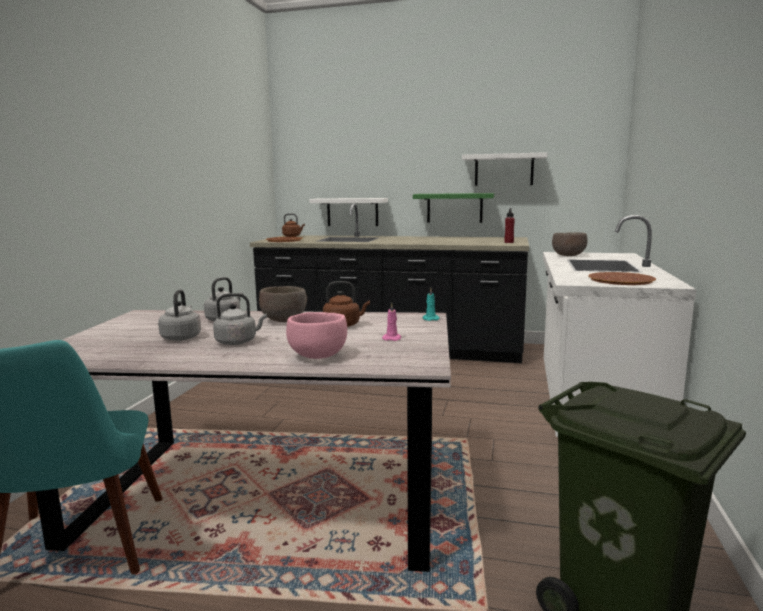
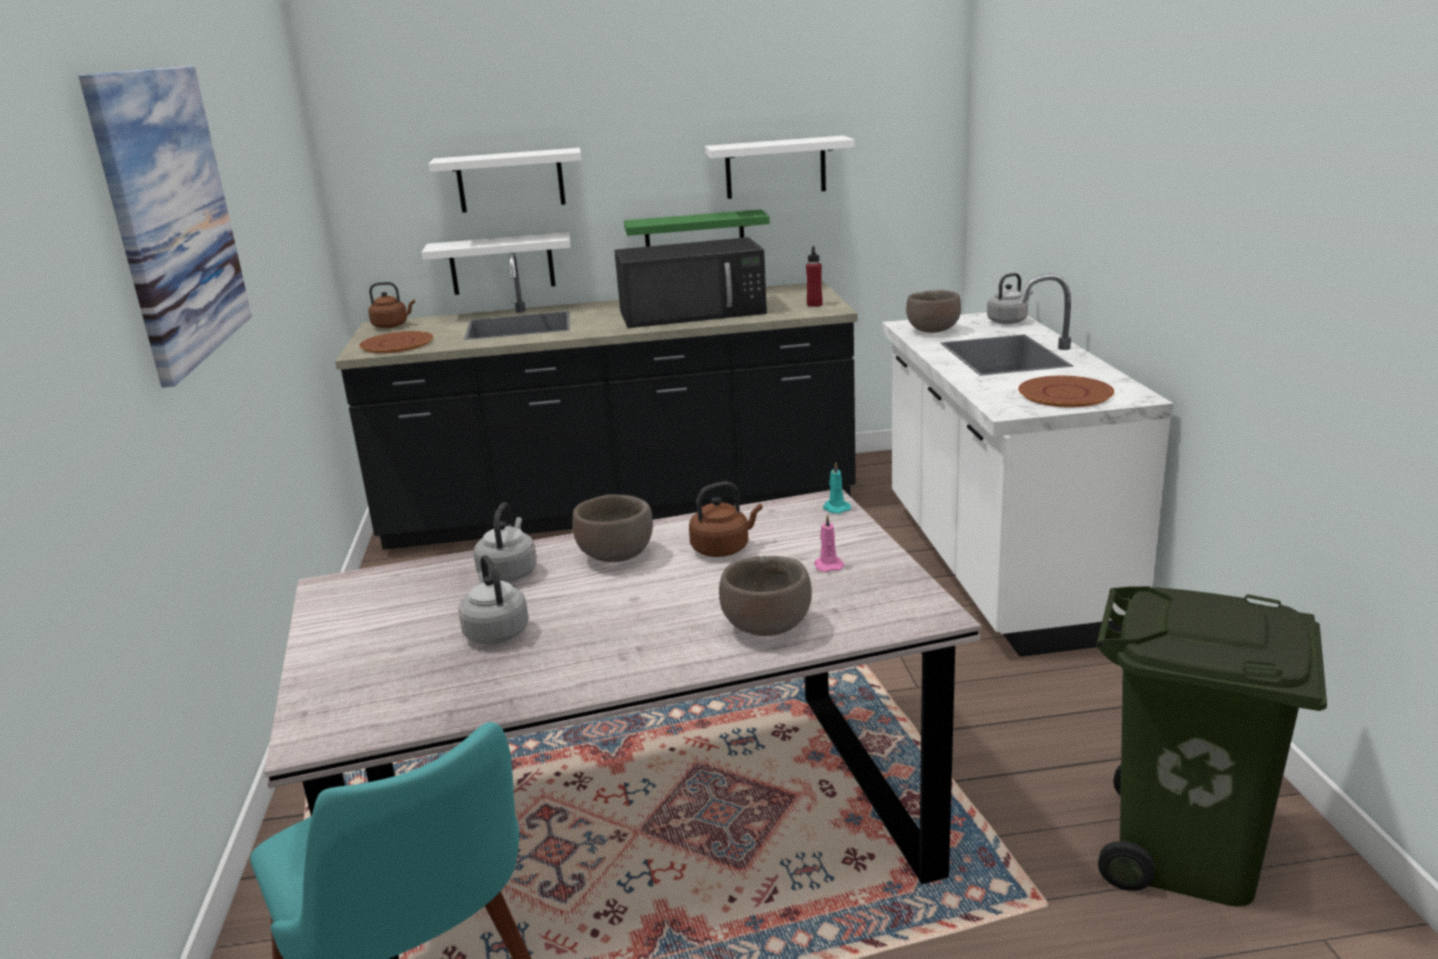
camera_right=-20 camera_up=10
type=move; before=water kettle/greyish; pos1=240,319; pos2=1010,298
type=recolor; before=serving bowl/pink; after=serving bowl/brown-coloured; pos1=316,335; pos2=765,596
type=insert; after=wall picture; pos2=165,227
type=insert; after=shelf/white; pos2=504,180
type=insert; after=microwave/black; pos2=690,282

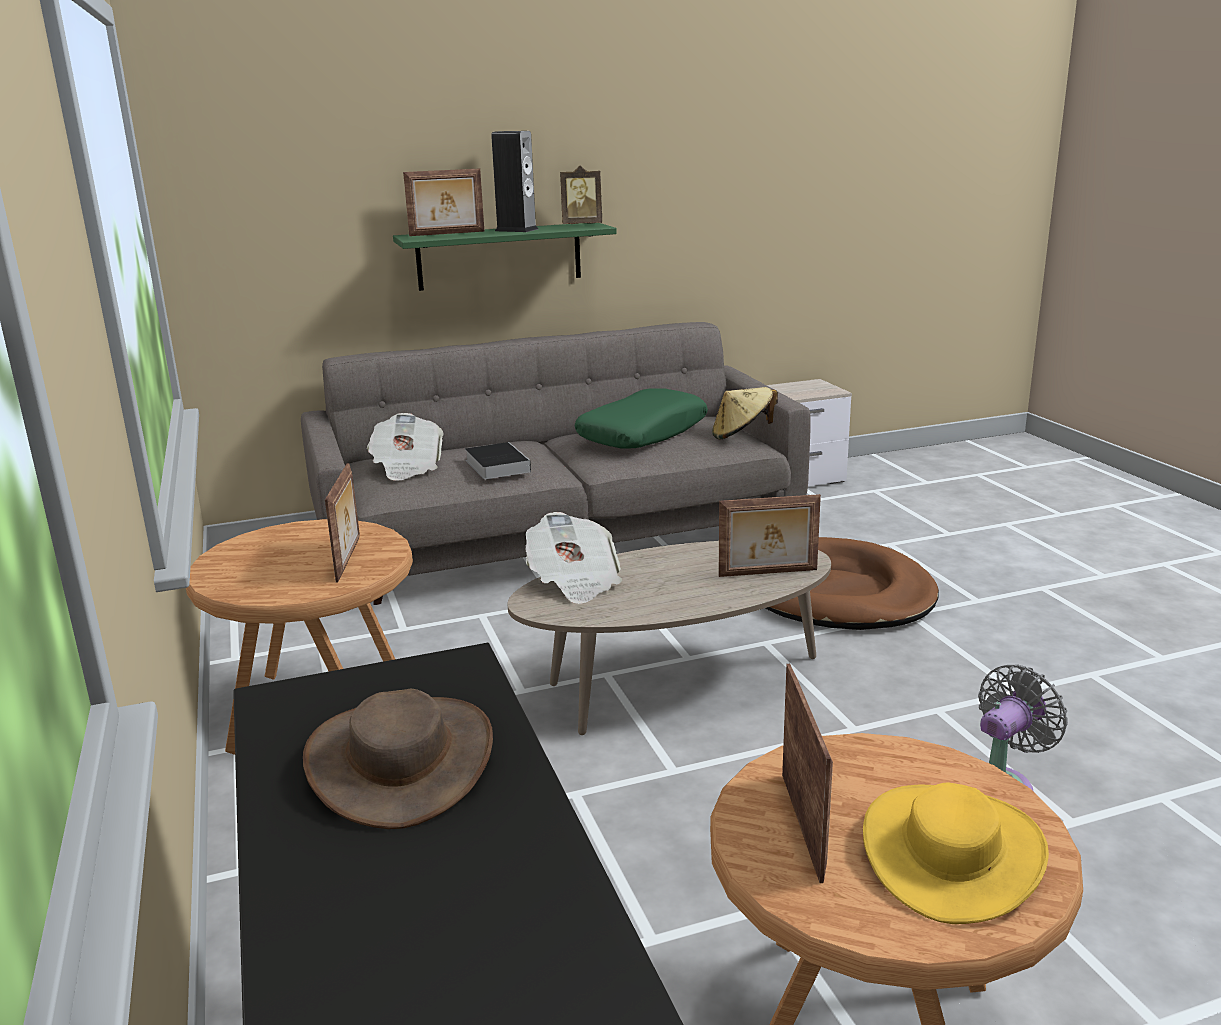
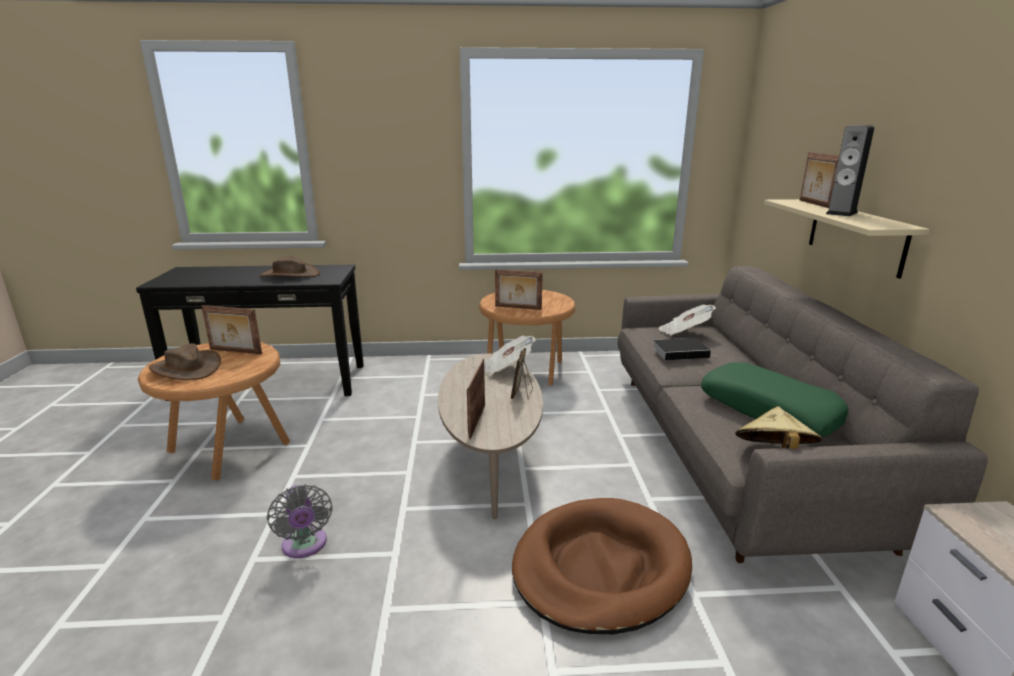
camera_right=105 camera_up=0
type=move; before=standing frame; pos1=581,195; pos2=522,374
type=recolor; before=shelf/green-coloured; after=shelf/sand-coloured; pos1=505,257; pos2=847,239
type=recolor; before=wearable hat/yellow-coloured; after=wearable hat/brown-coloured; pos1=956,853; pos2=185,361

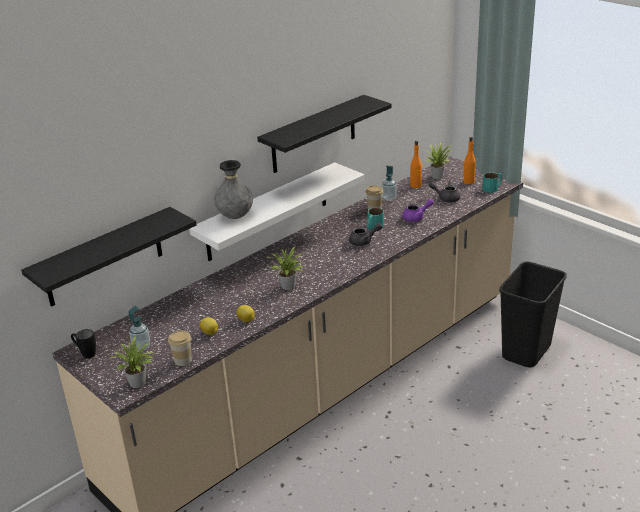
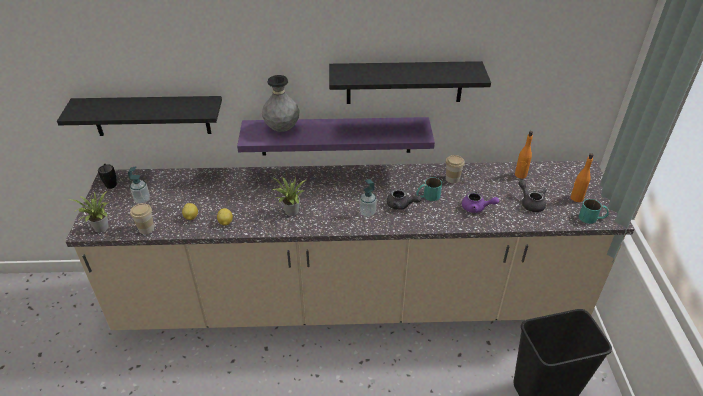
camera_right=40 camera_up=10
type=delete; before=houseplant; pos1=438,160
type=recolor; before=shelf/white; after=shelf/purplish; pos1=277,211; pos2=336,136
type=move; before=liquid soap bottle; pos1=389,183; pos2=368,198

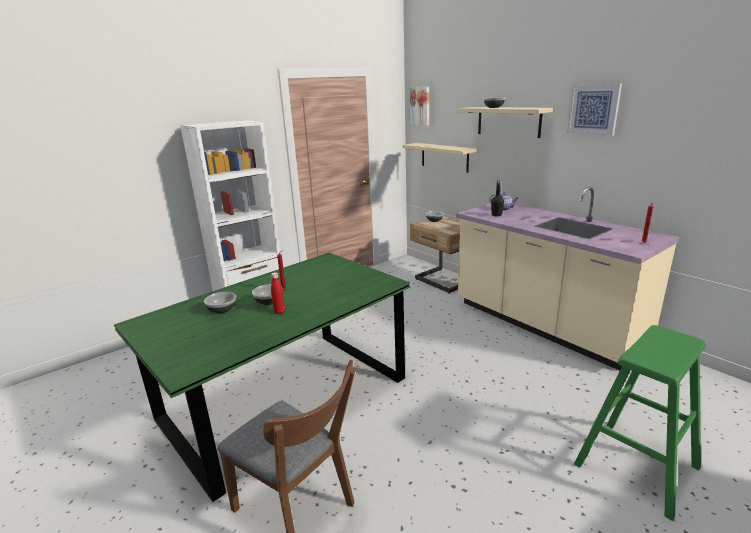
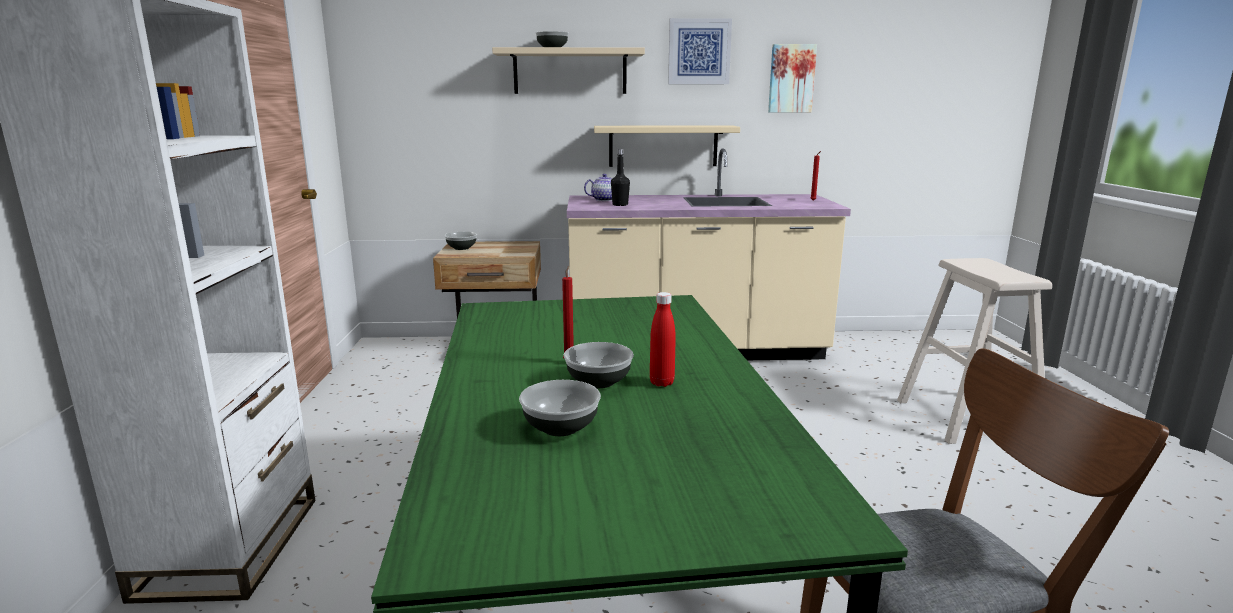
camera_right=-55 camera_up=-5
type=move; before=wall picture; pos1=419,106; pos2=792,78
type=move; before=shelf/sand-coloured; pos1=439,158; pos2=667,146
type=recolor; before=sitting stool/green-coloured; after=sitting stool/sand-coloured; pos1=640,423; pos2=974,351

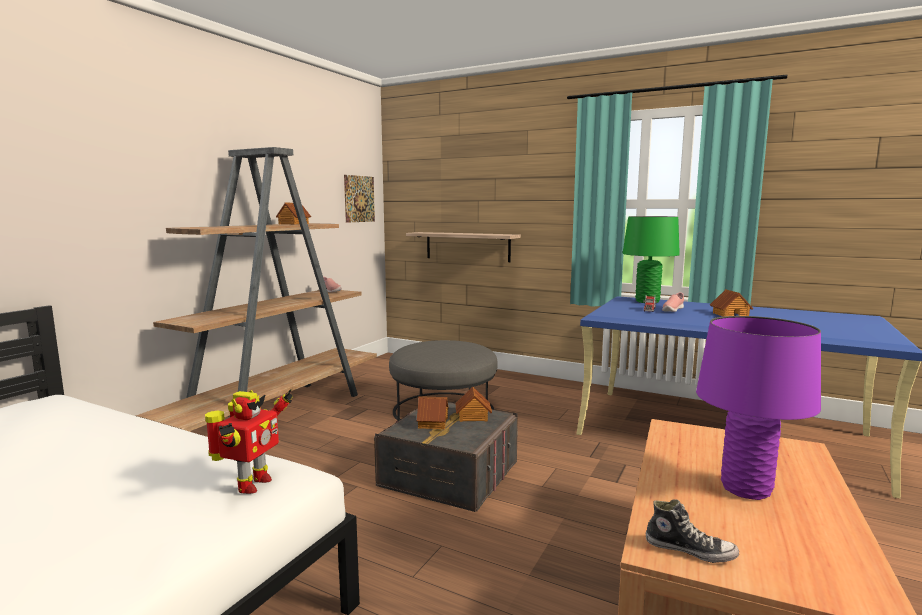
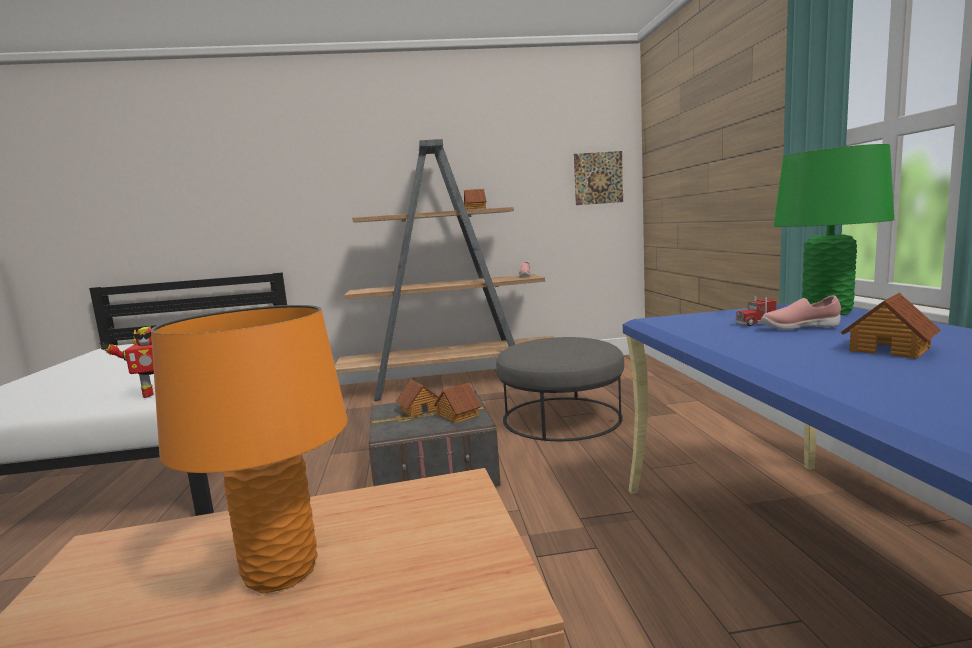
camera_right=55 camera_up=0
type=delete; before=shelf; pos1=463,247
type=recolor; before=lamp for a table/purplish; after=lamp for a table/orangey; pos1=758,408; pos2=249,449
type=delete; before=shoe; pos1=692,531

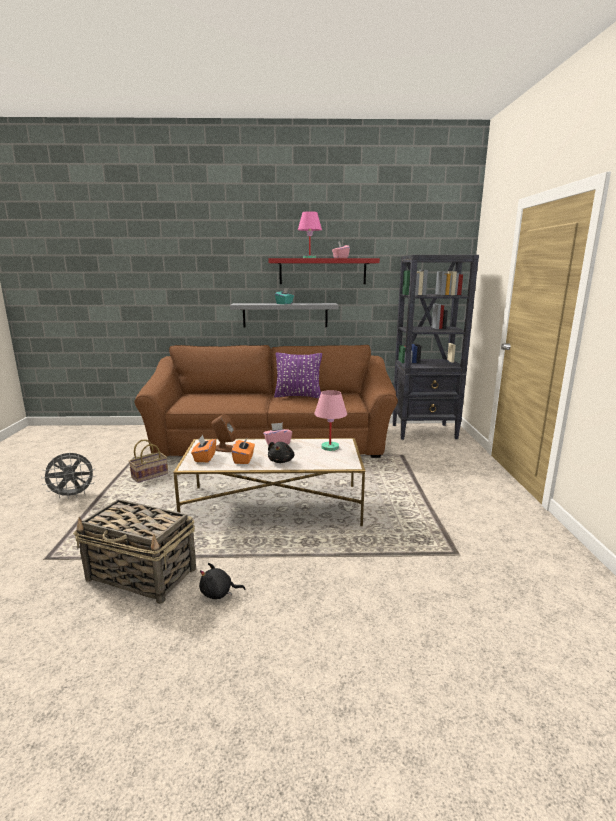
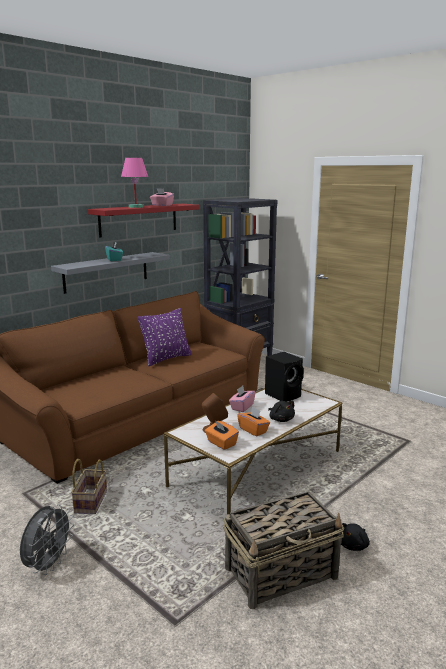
camera_right=-45 camera_up=0
type=replace; before=lamp for a table/pink; after=speaker/black; pos1=330,420; pos2=284,377

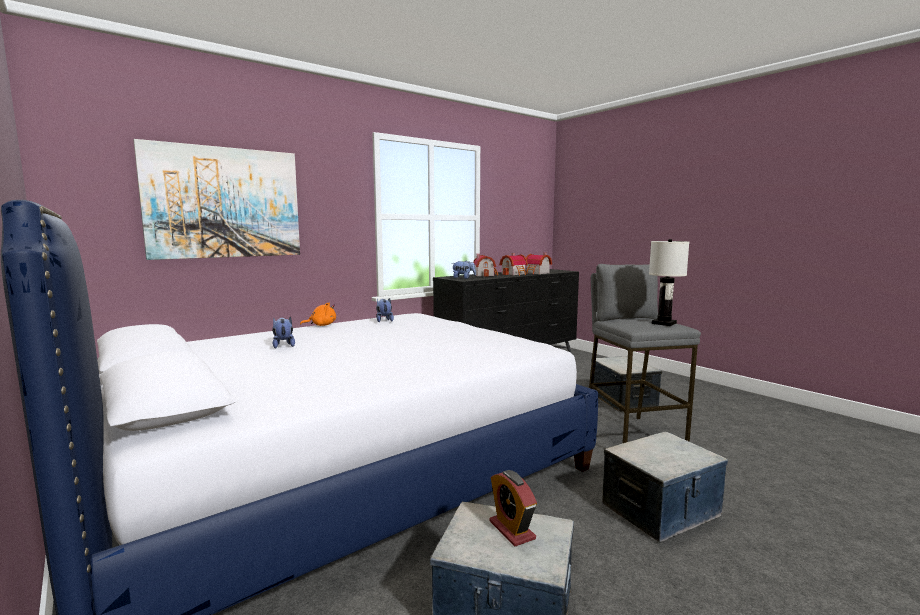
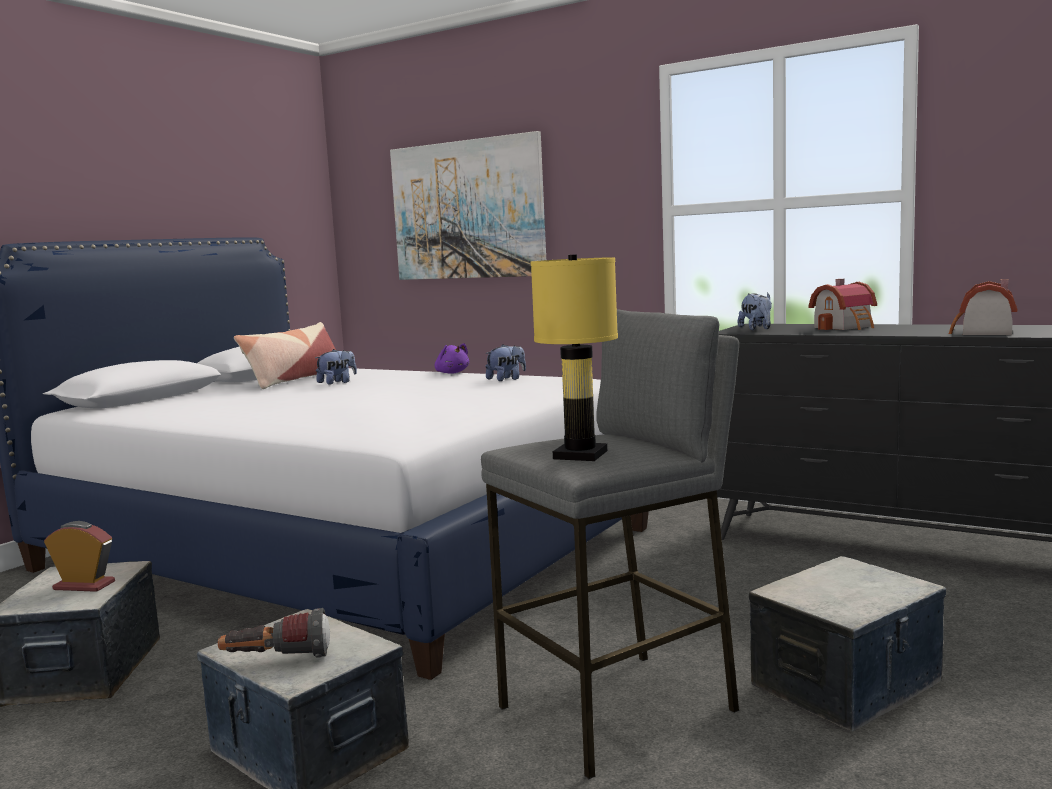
camera_right=70 camera_up=0
type=recolor; before=lamp for a table/white; after=lamp for a table/yellow-coloured; pos1=669,282; pos2=574,357
type=delete; before=toy house; pos1=513,264
type=recolor; before=cuddly toy/orangey; after=cuddly toy/purplish; pos1=318,314; pos2=452,358
type=rotate; before=bedside clock; pos1=513,508; pos2=79,556; turn=60
type=insert; after=pillow; pos2=285,355
type=insert; after=torch; pos2=274,633

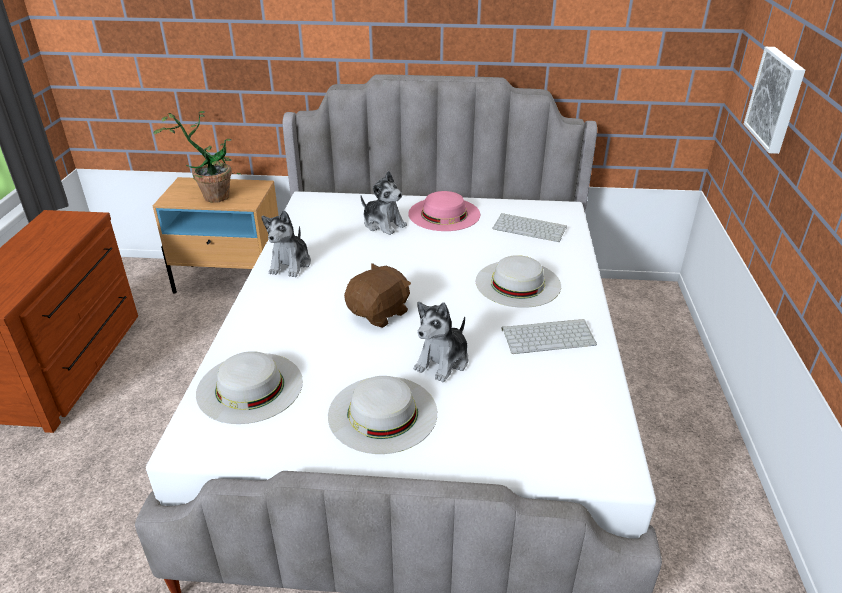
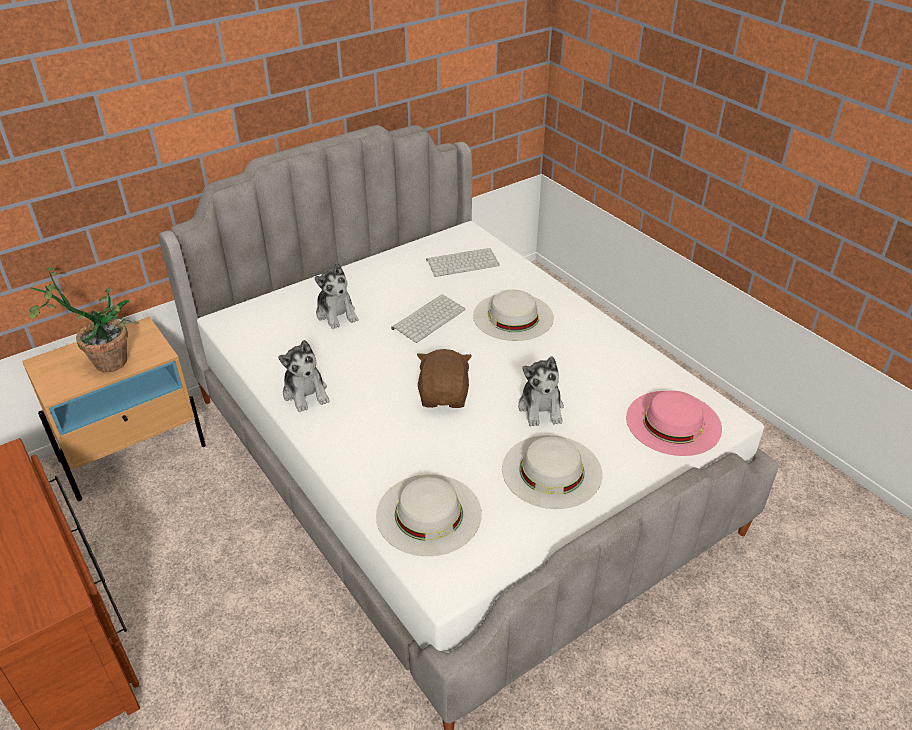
camera_right=-40 camera_up=5
type=delete; before=wall picture; pos1=774,100
type=rotate; before=cuddly toy; pos1=383,203; pos2=336,296; turn=60
type=move; before=wearable hat/pink; pos1=444,211; pos2=674,423
type=move; before=computer keyboard; pos1=549,336; pos2=428,318

